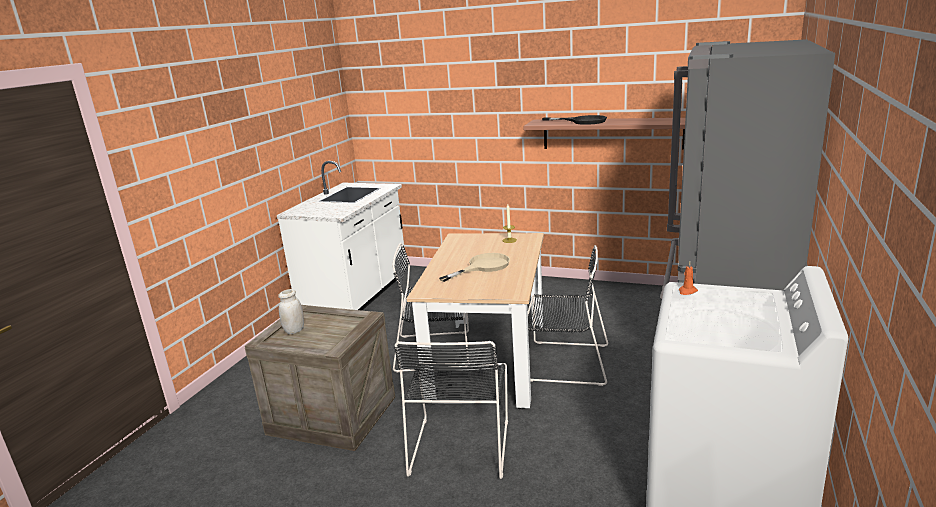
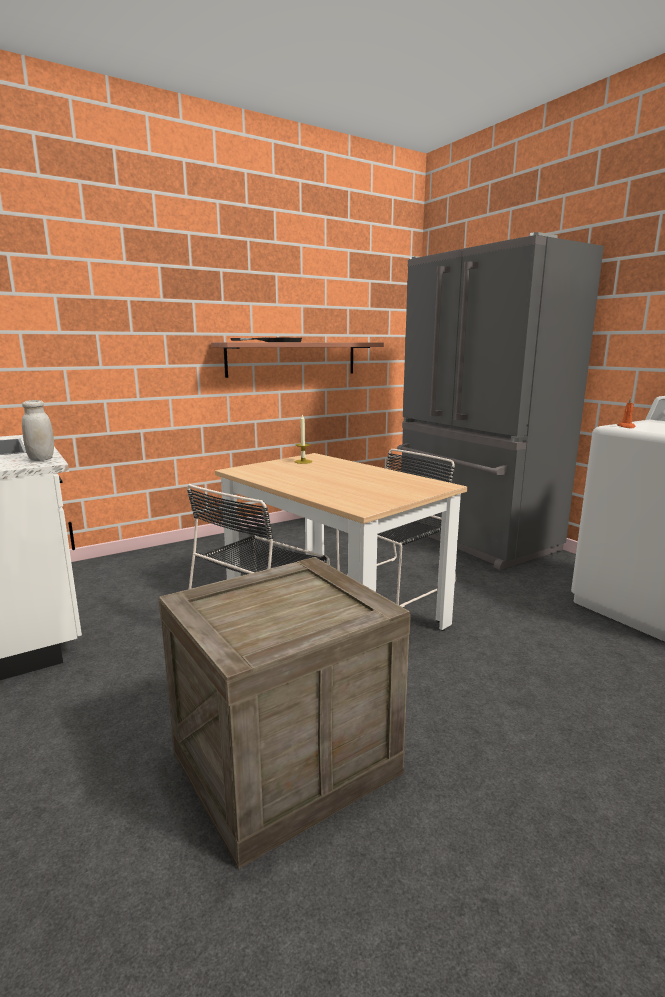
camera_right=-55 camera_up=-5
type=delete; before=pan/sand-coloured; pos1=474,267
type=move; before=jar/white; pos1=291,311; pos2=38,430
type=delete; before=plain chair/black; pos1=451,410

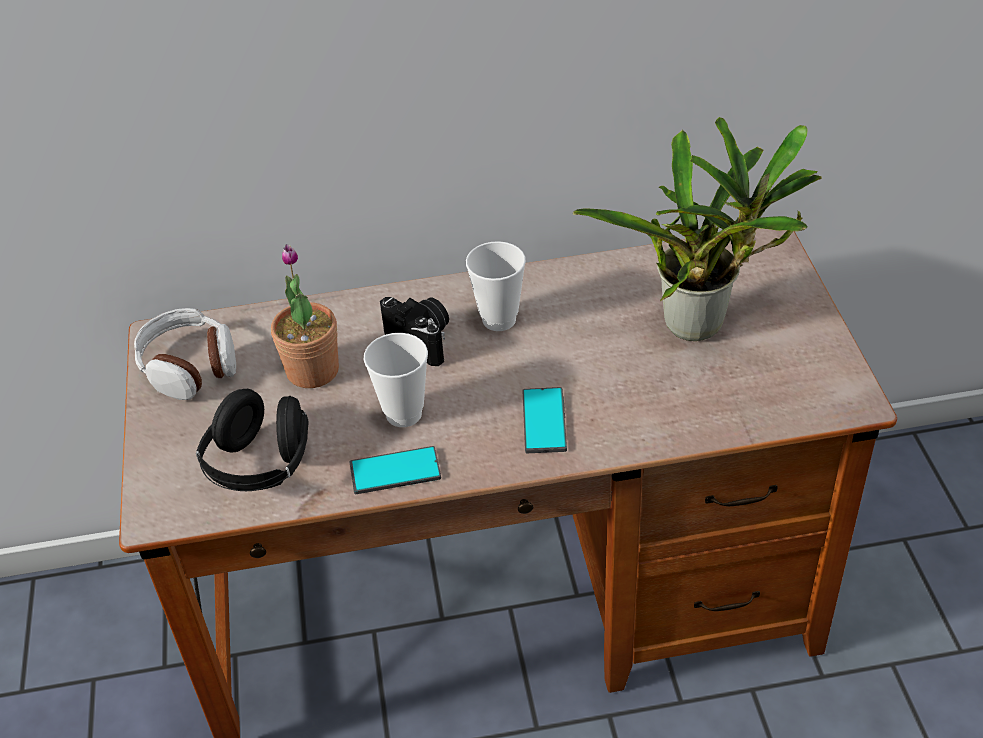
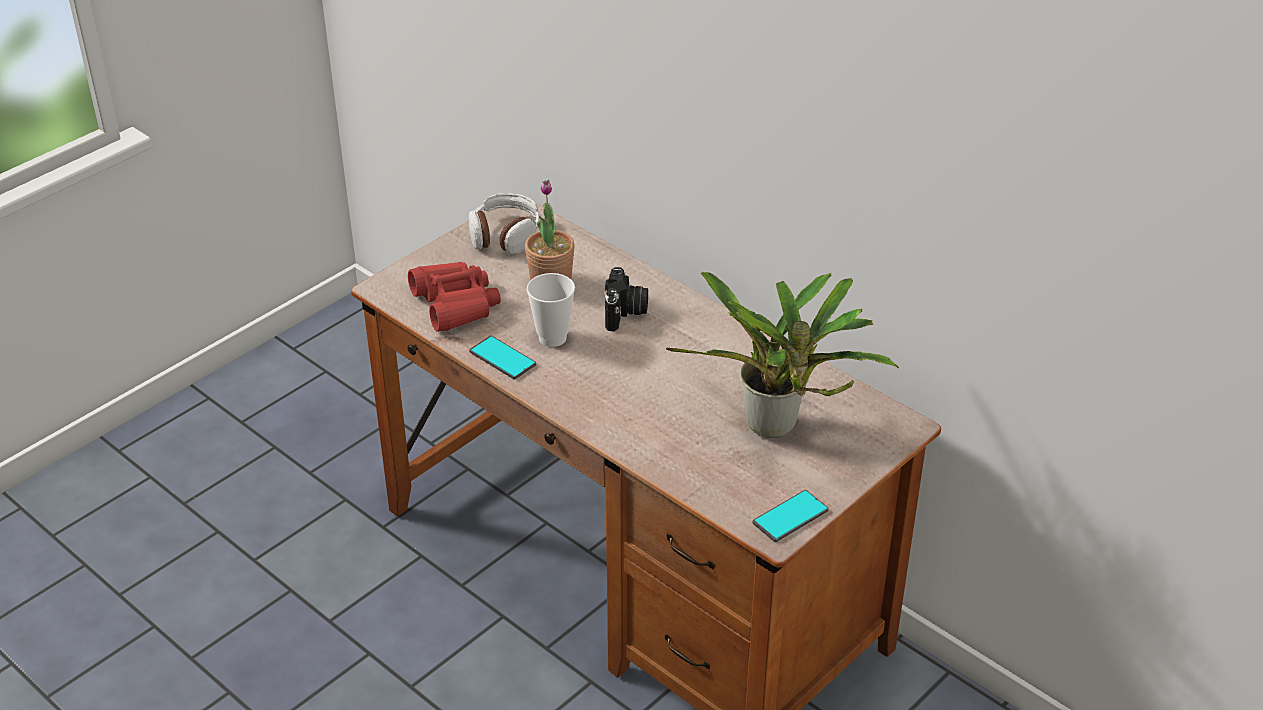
camera_right=50 camera_up=-5
type=delete; before=small cup; pos1=496,286
type=move; before=telephone; pos1=544,420; pos2=790,516
type=replace; before=headset/black; after=pair of binoculars/red-coloured; pos1=252,440; pos2=454,297

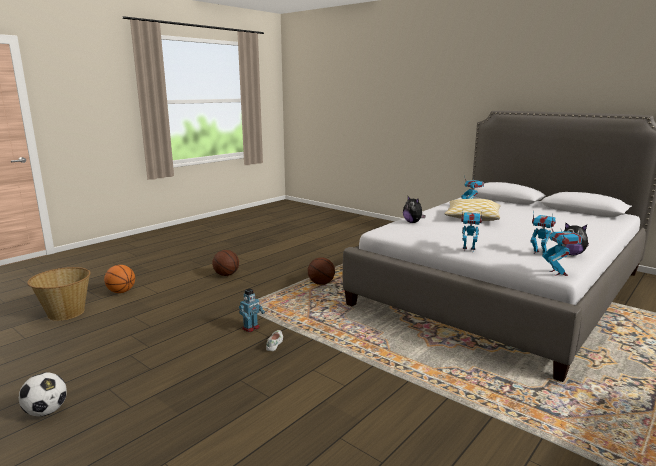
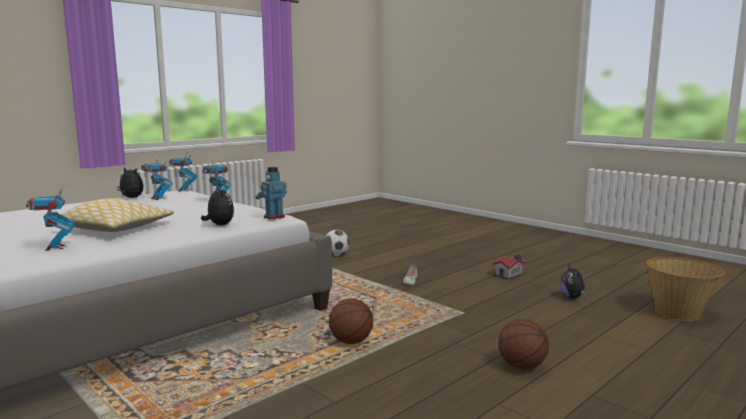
camera_right=-175 camera_up=-5
type=delete; before=ball for basketball; pos1=119,279
type=move; before=toy robot; pos1=252,310; pos2=271,193
type=move; before=ball for football; pos1=43,394; pos2=337,243
type=insert; after=toy house; pos2=509,267
type=insert; after=cuddly toy; pos2=573,281

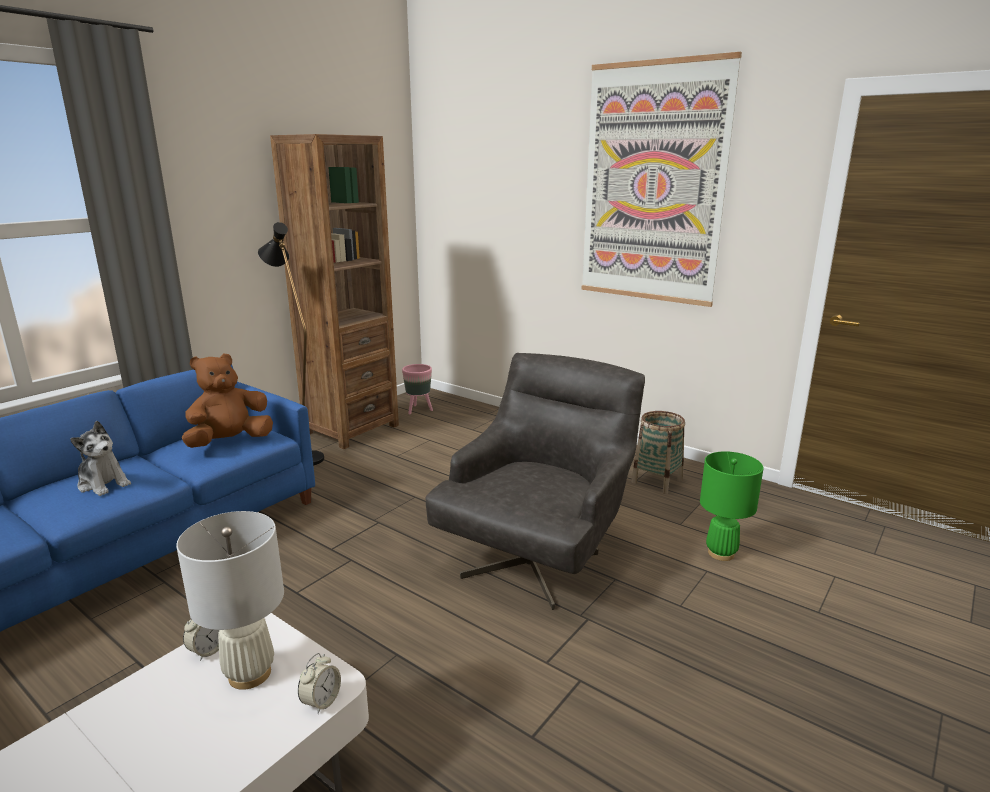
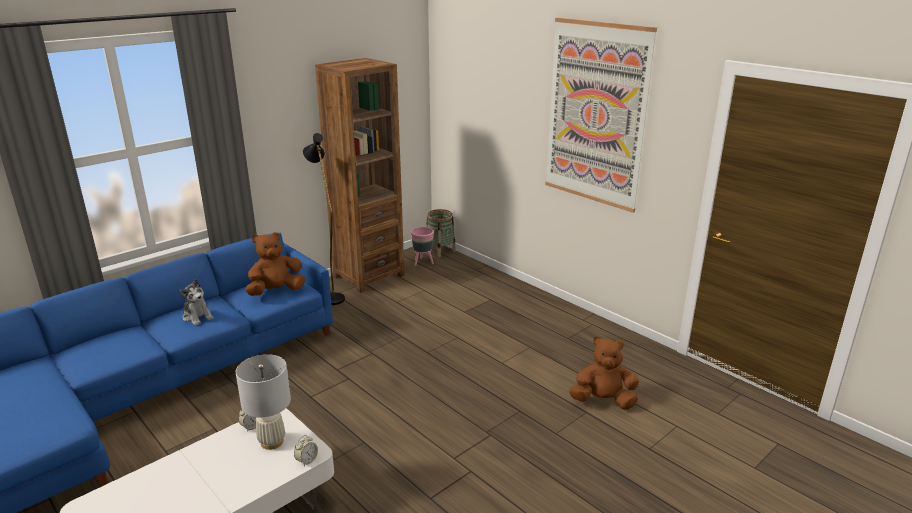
camera_right=10 camera_up=5
type=delete; before=easy chair/greyish; pos1=535,481
type=move; before=basket; pos1=658,452; pos2=441,233
type=replace; before=lamp for a table/green-coloured; after=cuddly toy/brown-coloured; pos1=732,506; pos2=604,373

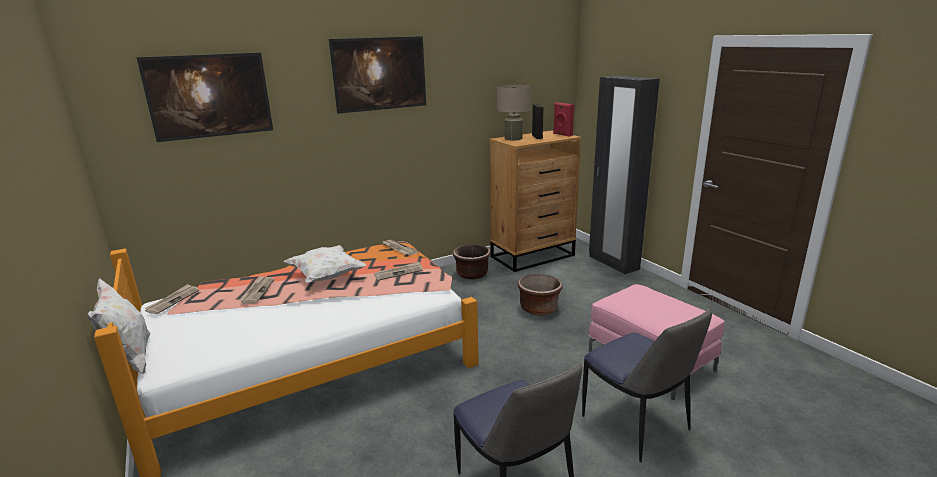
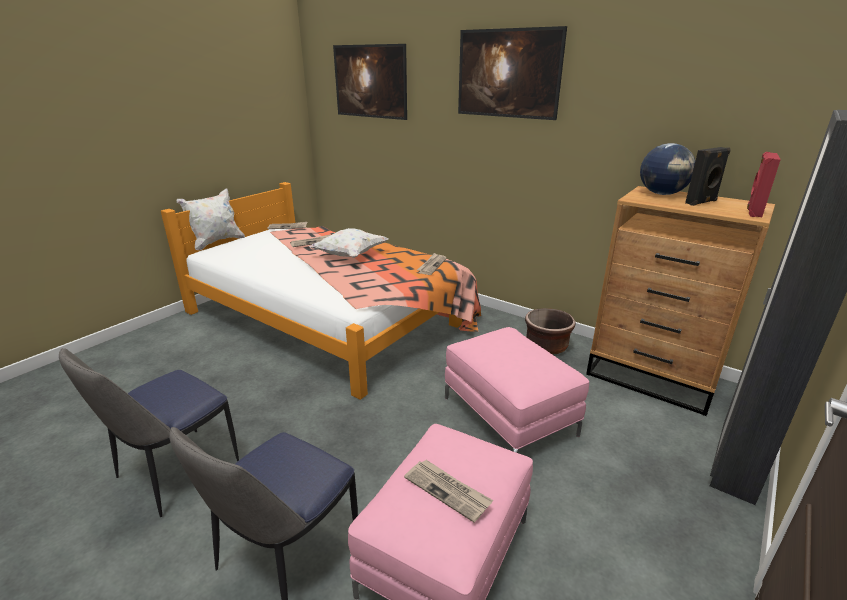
camera_right=65 camera_up=5
type=replace; before=lamp for a table/sand-coloured; after=globe; pos1=514,112; pos2=667,169
type=move; before=newspaper; pos1=398,271; pos2=448,491
type=replace; before=flower pot/brown-coloured; after=ottoman/pink; pos1=540,294; pos2=517,390

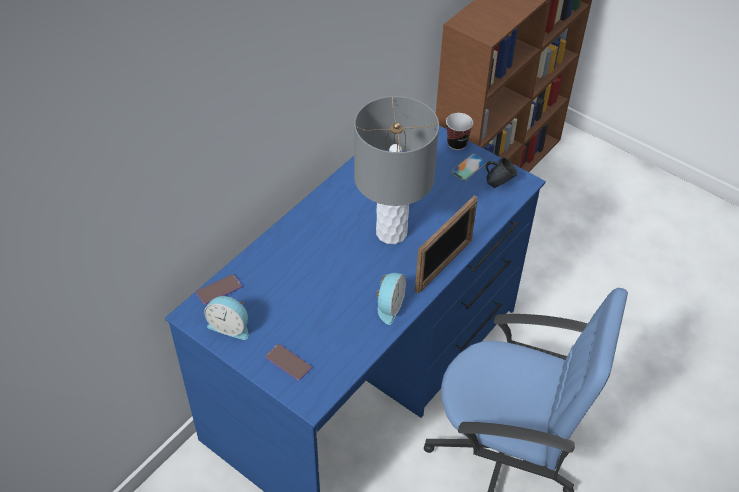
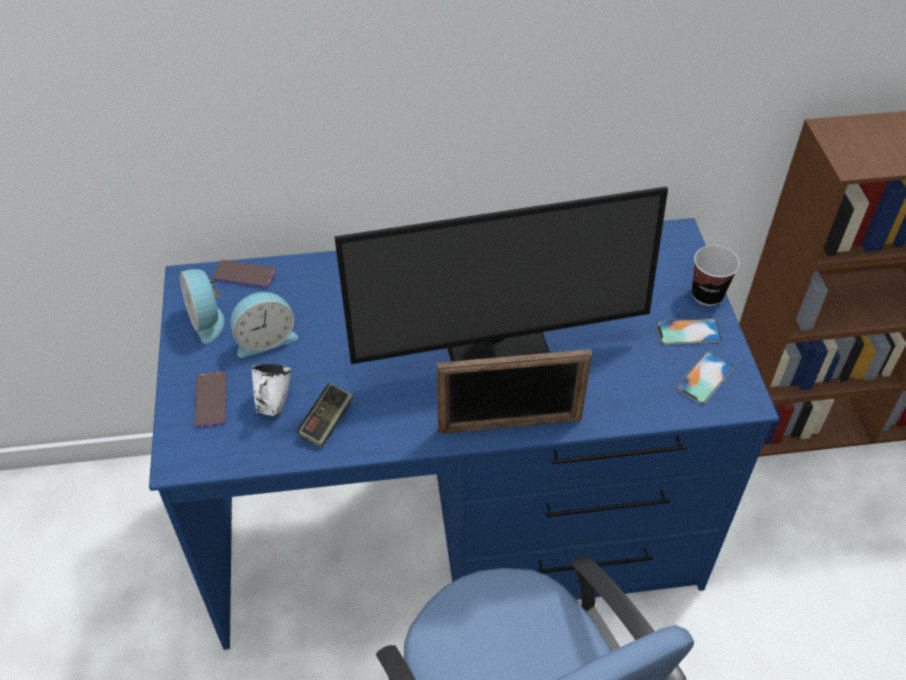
camera_right=45 camera_up=0
type=replace; before=lamp for a table/greyish; after=monitor; pos1=396,170; pos2=501,275
type=replace; before=coffee mug/blue-coloured; after=telephone; pos1=501,173; pos2=705,378
type=move; before=bedside clock; pos1=391,299; pos2=264,325
type=insert; after=coffee mug/white; pos2=272,390
type=insert; after=joypad; pos2=325,415

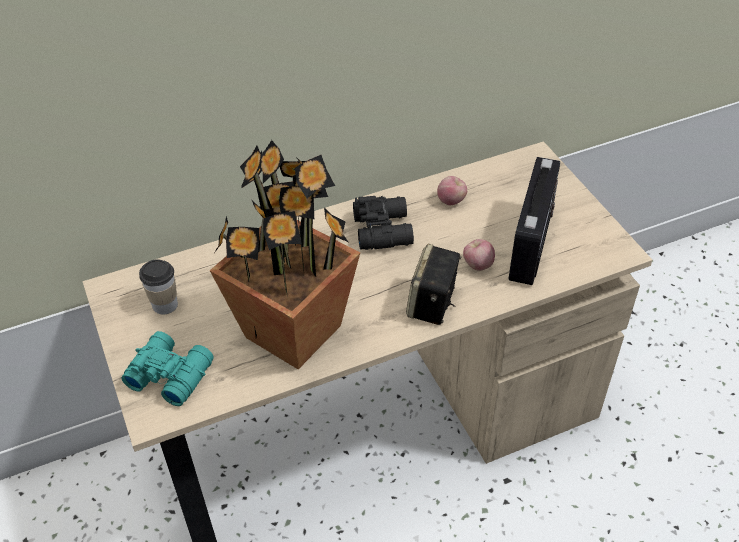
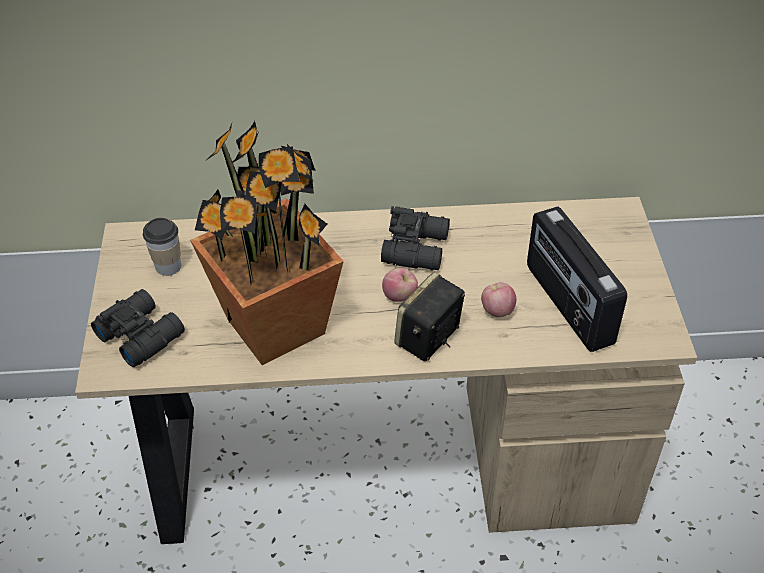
camera_right=20 camera_up=0
type=rotate; before=radio; pos1=534,221; pos2=577,279; turn=120
type=move; before=whole apple; pos1=452,190; pos2=400,285
type=recolor; before=pair of binoculars/blue-green; after=pair of binoculars/black; pos1=167,368; pos2=138,328

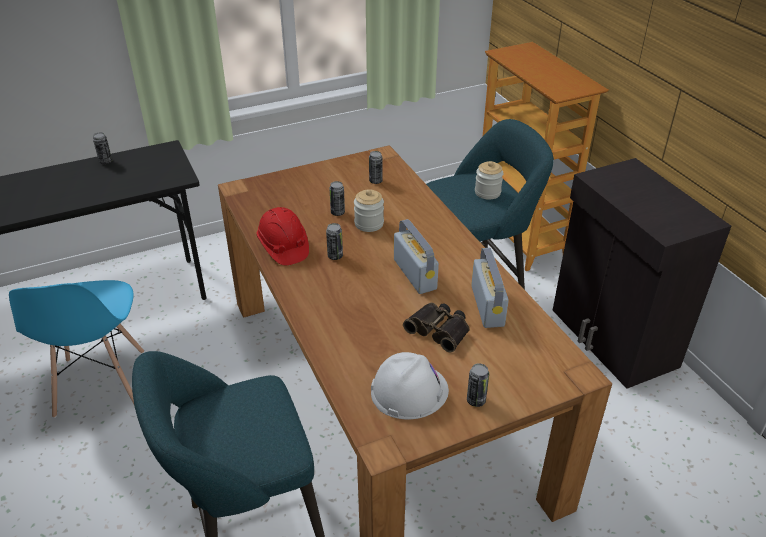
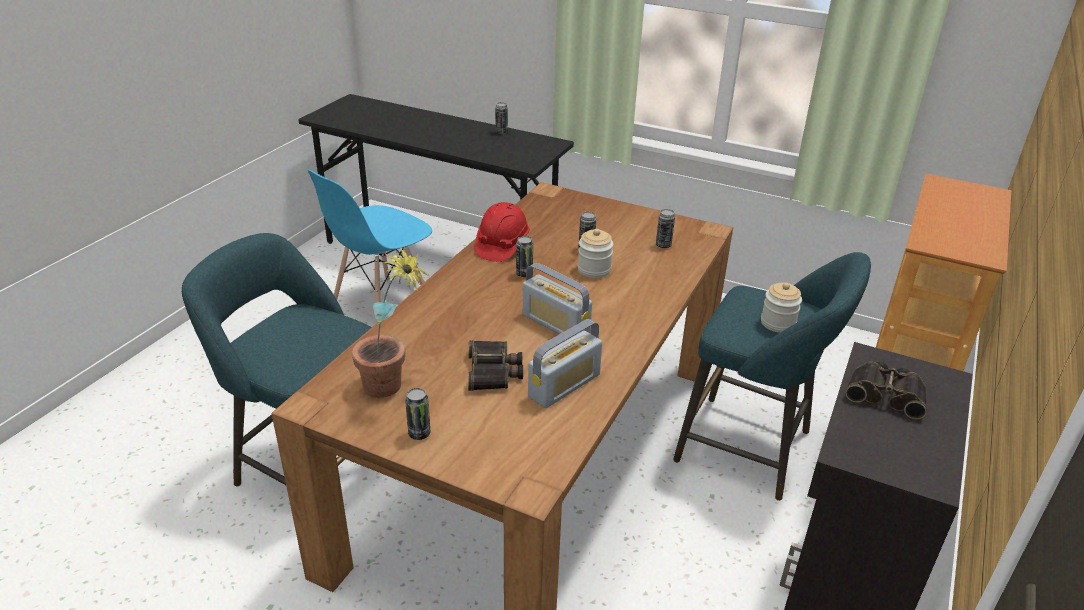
camera_right=50 camera_up=-5
type=rotate; before=radio; pos1=416,256; pos2=557,301; turn=105
type=replace; before=work helmet/white; after=houseplant; pos1=410,386; pos2=390,322
type=insert; after=pair of binoculars; pos2=886,390

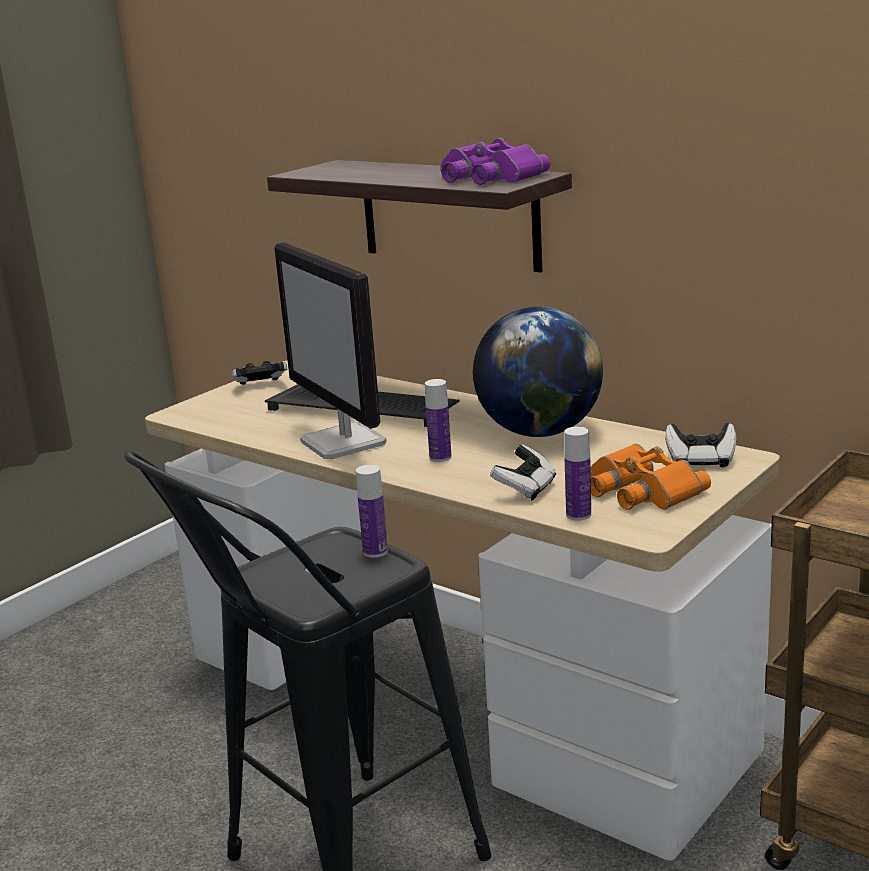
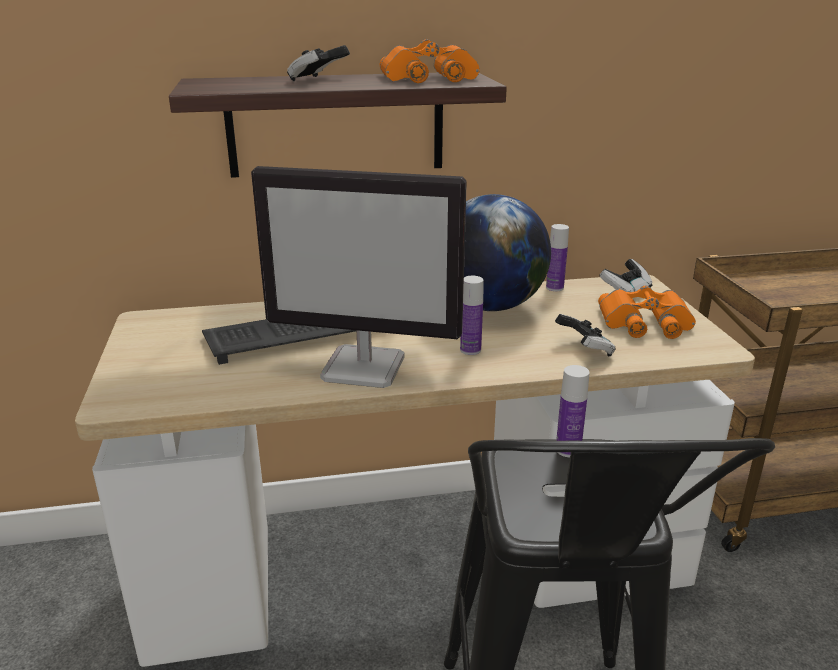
camera_right=-50 camera_up=5
type=recolor; before=pair of binoculars/purplish; after=pair of binoculars/orangey; pos1=495,161; pos2=429,61
type=move; before=joypad; pos1=259,373; pos2=318,63
type=move; before=beverage bottle; pos1=577,473; pos2=557,257

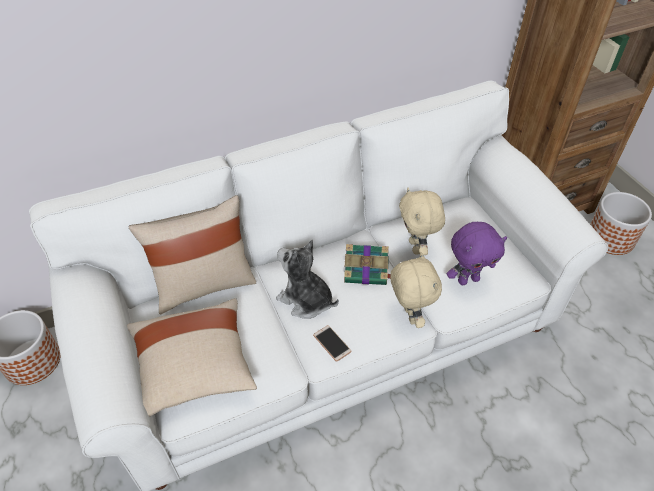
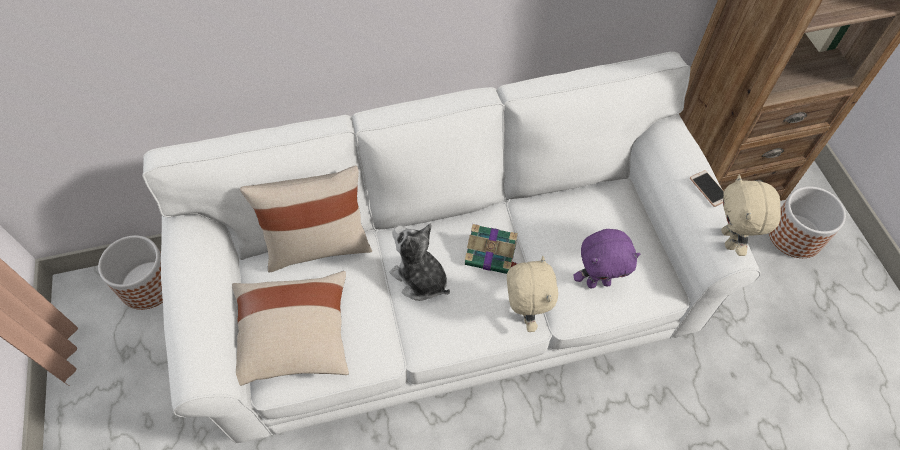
camera_right=10 camera_up=10
type=move; before=cuddly toy/sand-coloured; pos1=422,221; pos2=751,215
type=move; before=telephone; pos1=332,343; pos2=707,188

